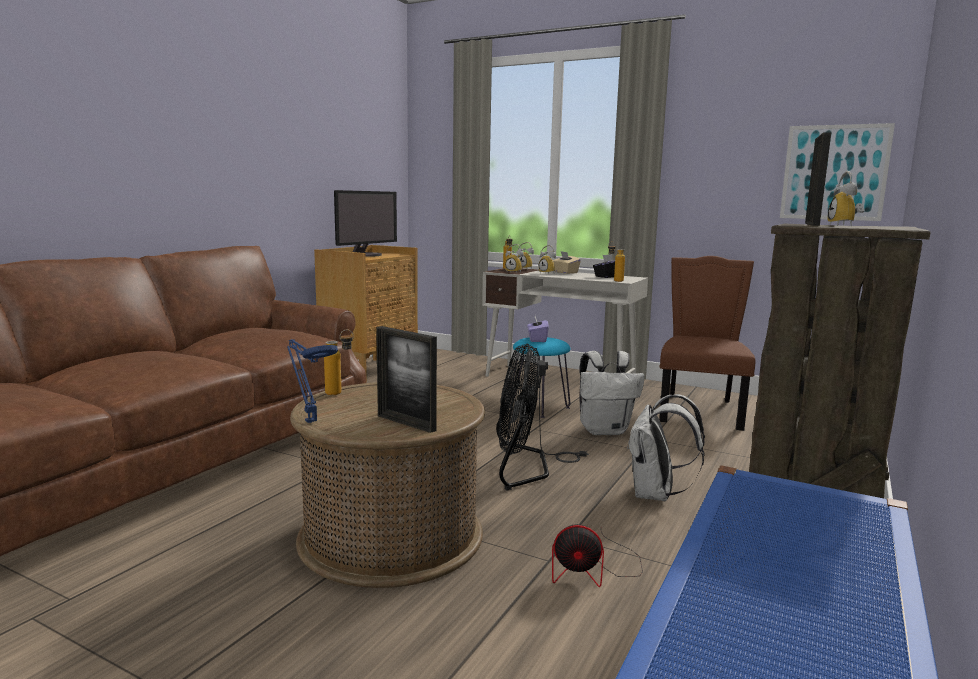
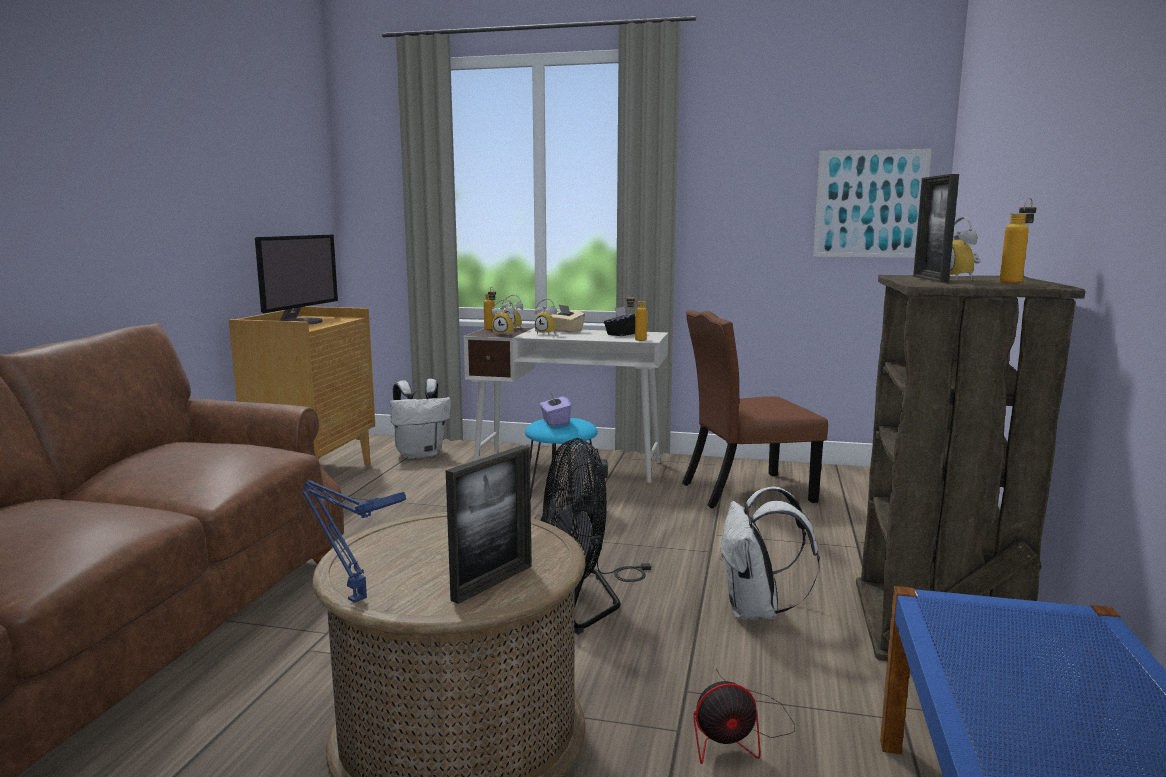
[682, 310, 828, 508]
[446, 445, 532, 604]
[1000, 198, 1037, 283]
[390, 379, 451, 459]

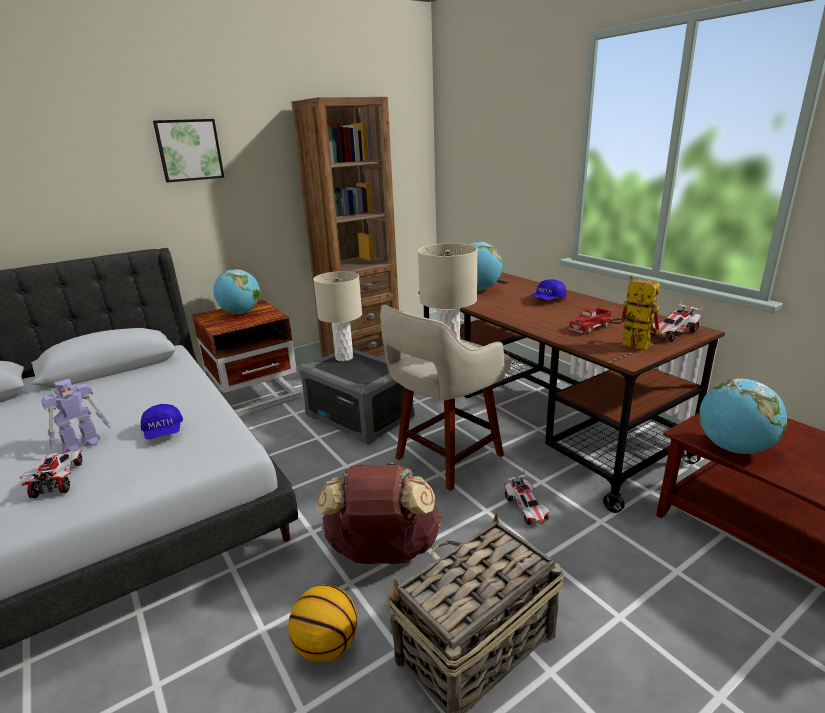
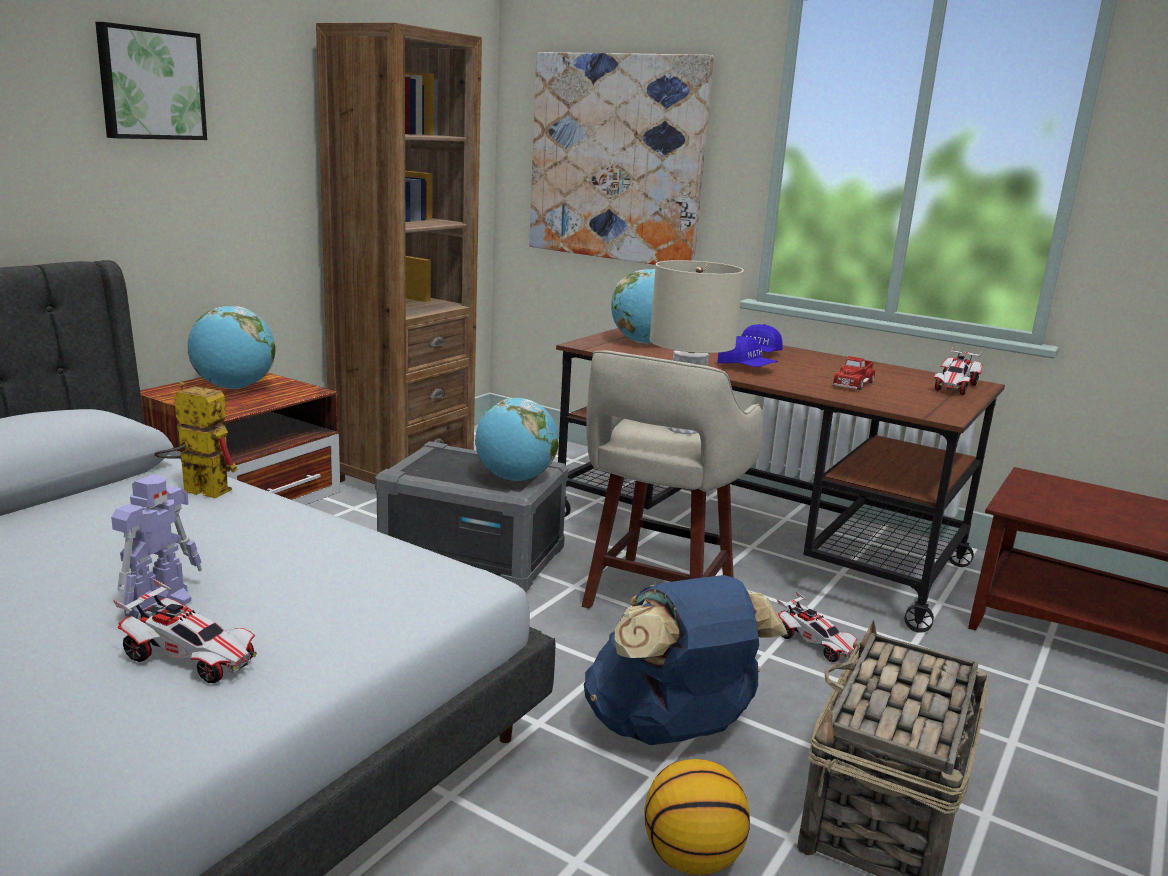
[313, 271, 362, 361] (first image)
[154, 382, 238, 499]
[475, 398, 558, 481]
[717, 336, 778, 367]
[113, 579, 257, 683]
[584, 575, 788, 745]
[529, 52, 714, 265]

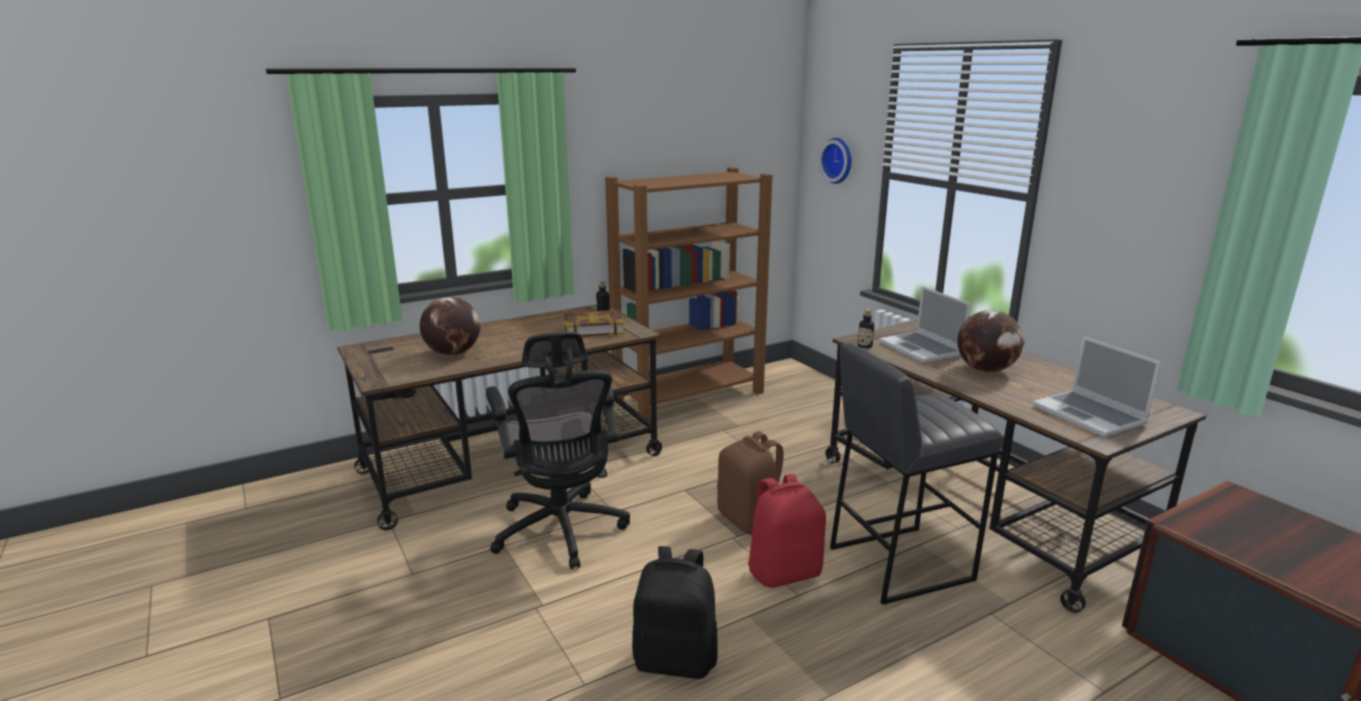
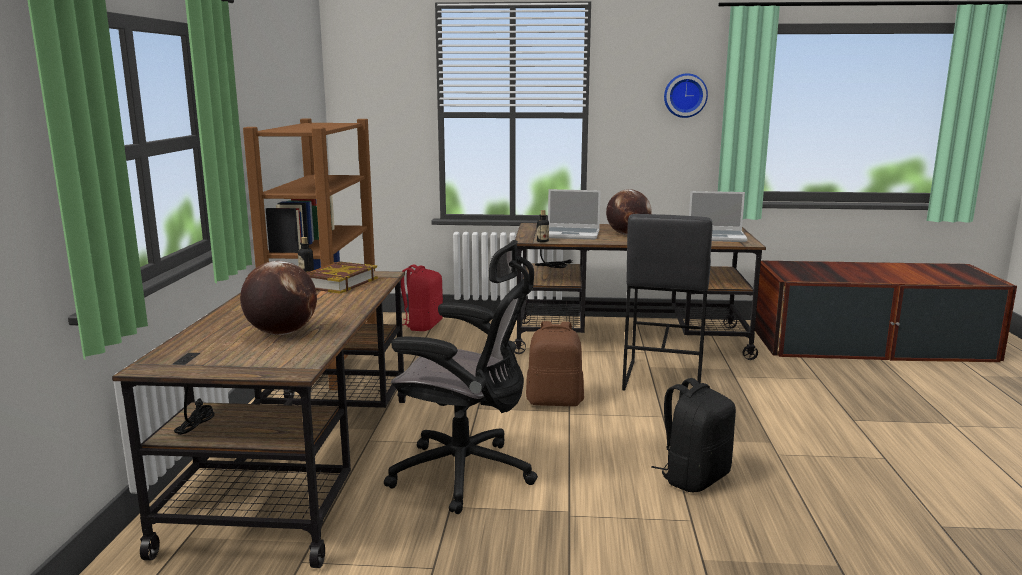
[664, 73, 708, 118]
[401, 265, 443, 331]

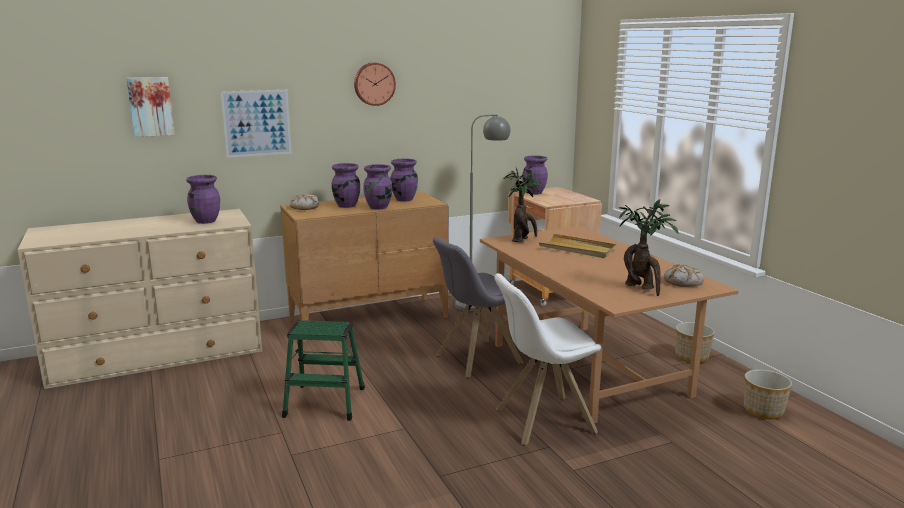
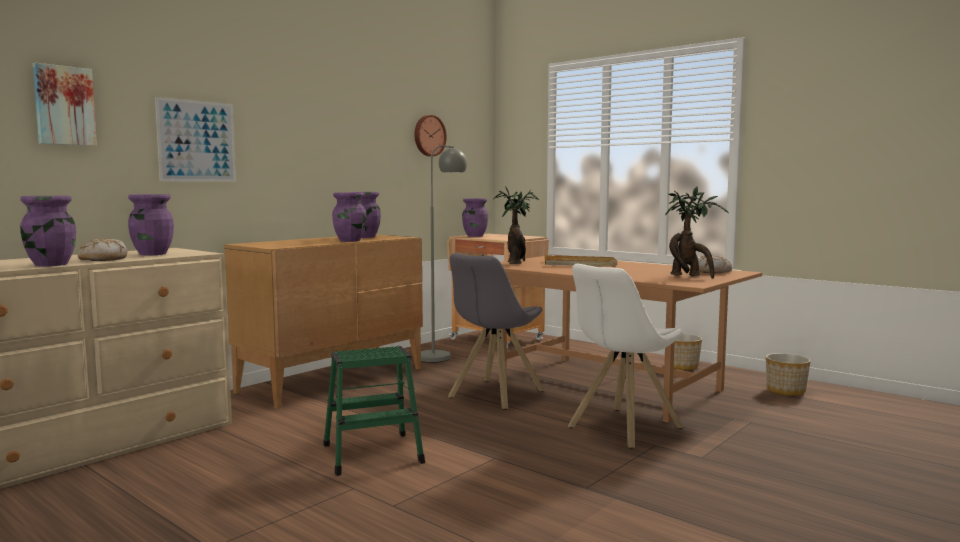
[414, 115, 447, 157]
[20, 196, 76, 267]
[78, 239, 127, 261]

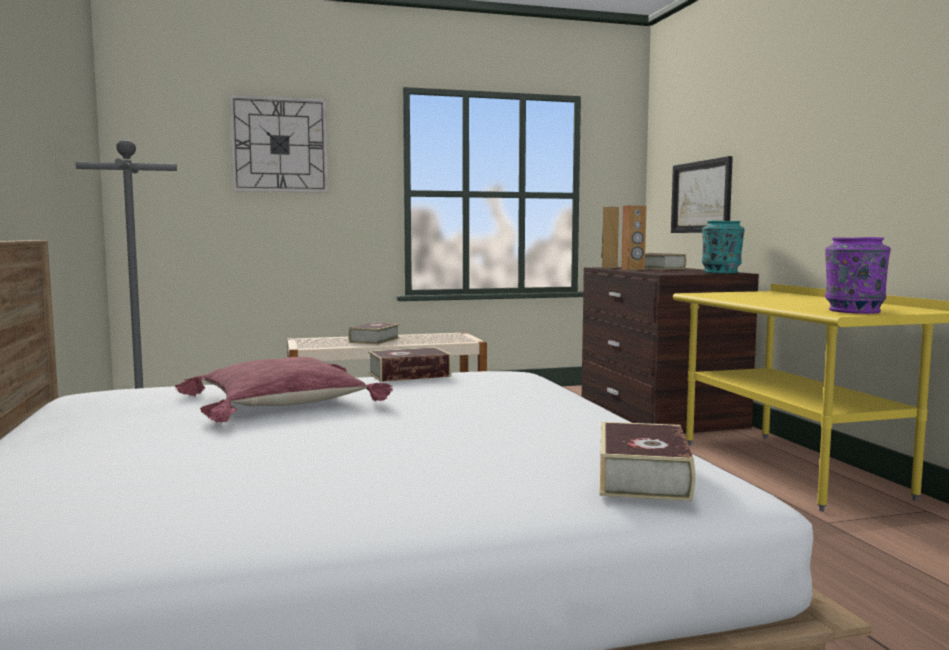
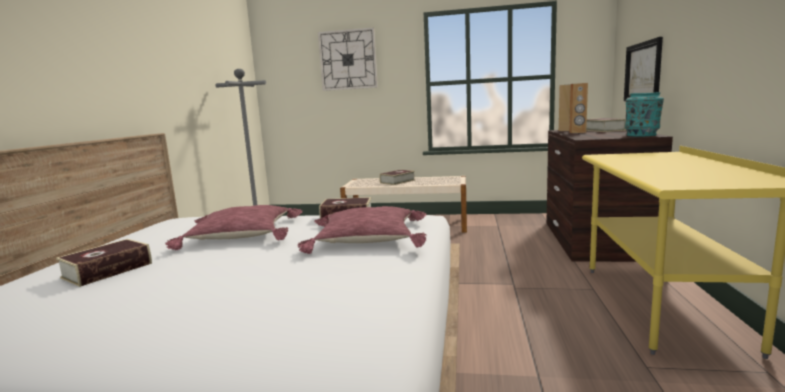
[825, 237, 891, 314] (first image)
[56, 239, 152, 287]
[298, 206, 427, 254]

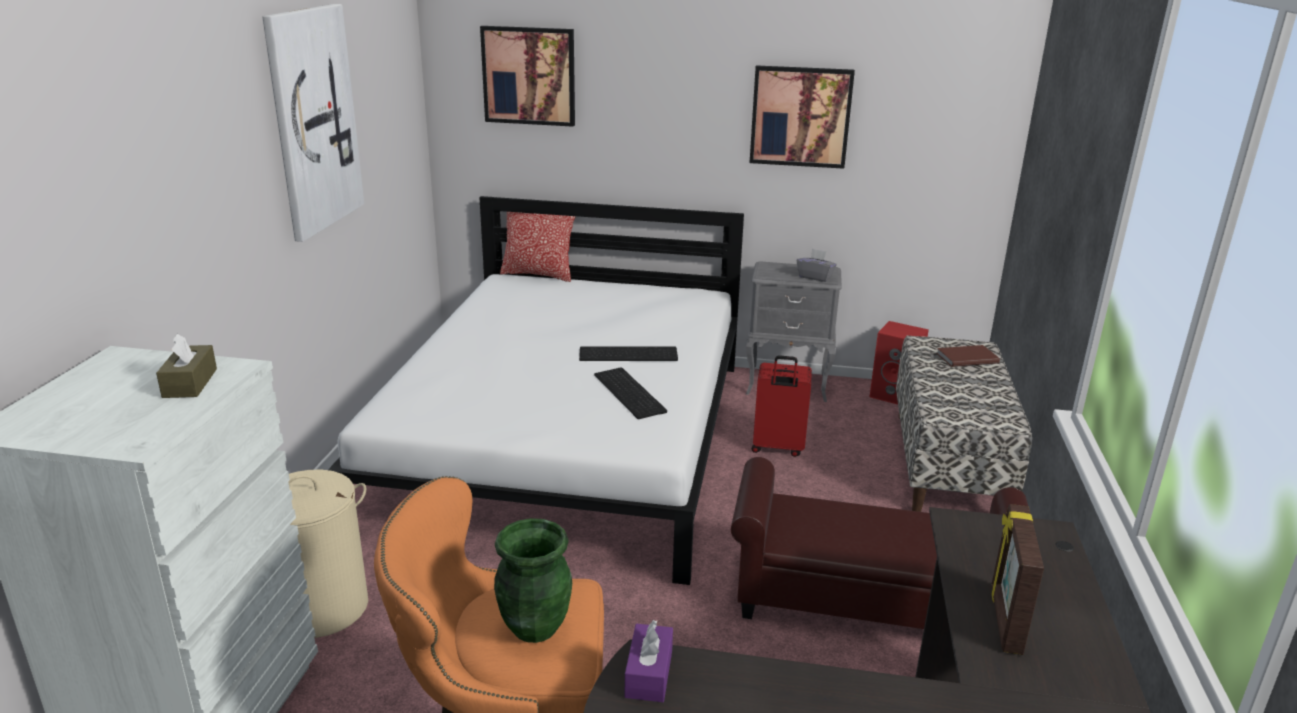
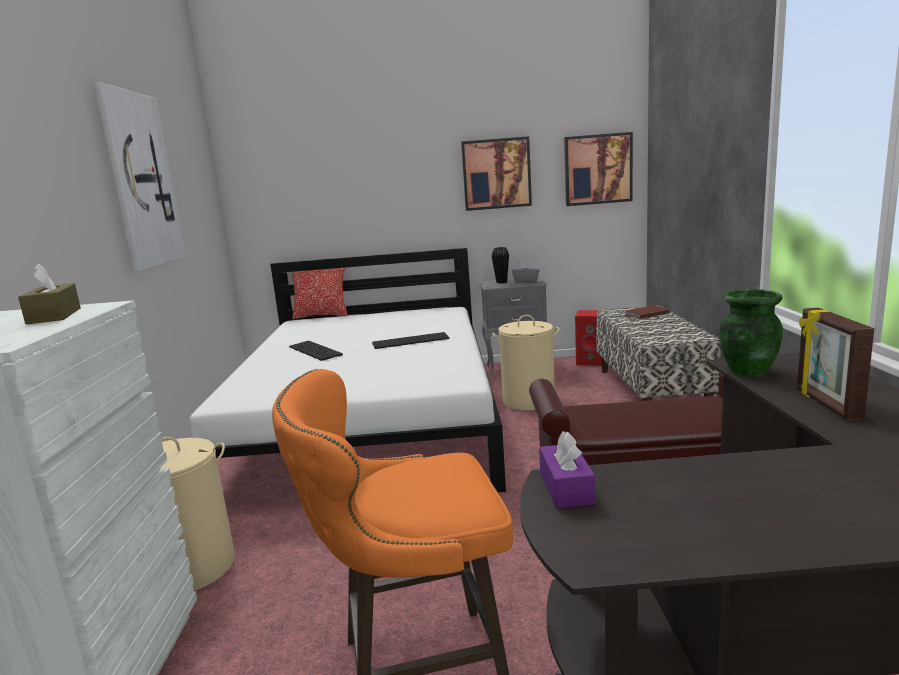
[564, 132, 633, 206]
[492, 315, 559, 411]
[289, 341, 343, 361]
[720, 289, 783, 377]
[492, 247, 509, 283]

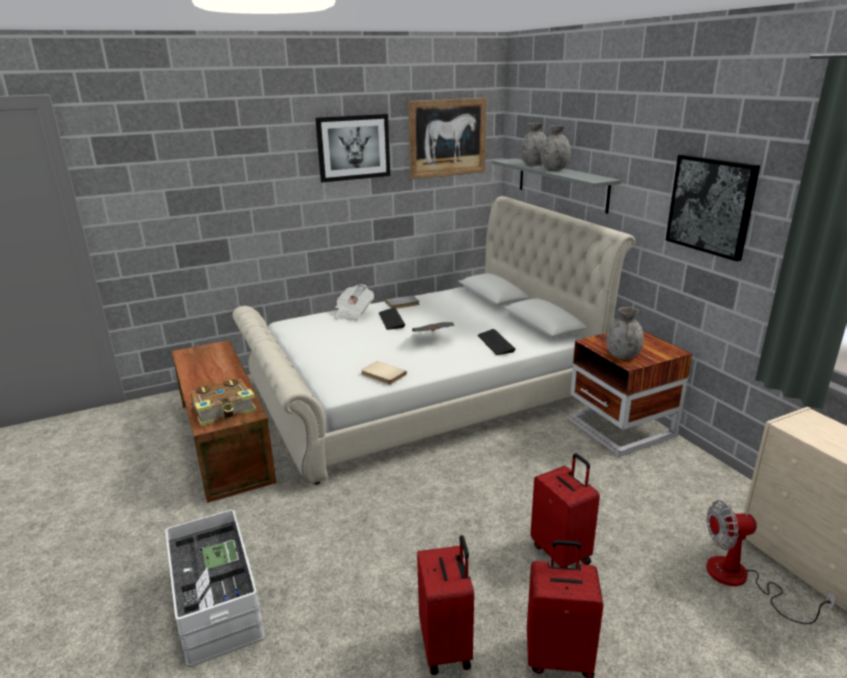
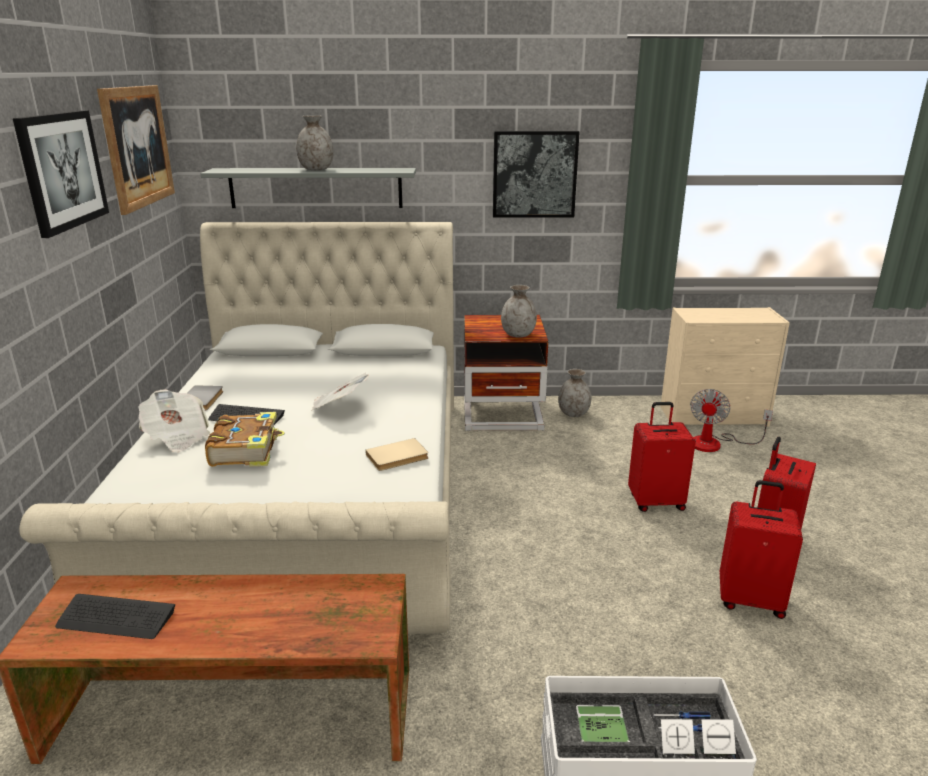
[558, 369, 591, 417]
[55, 594, 175, 639]
[205, 412, 285, 467]

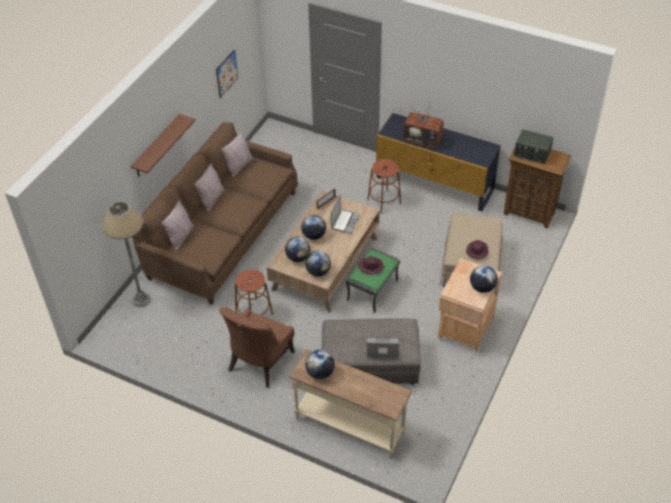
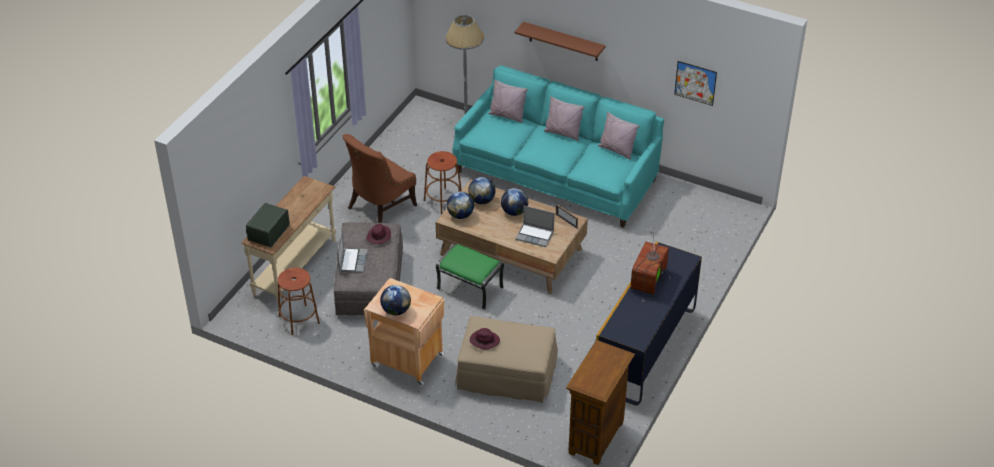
[452, 65, 664, 228]
[246, 203, 290, 247]
[278, 268, 320, 335]
[366, 224, 391, 245]
[342, 134, 417, 223]
[305, 350, 335, 379] (first image)

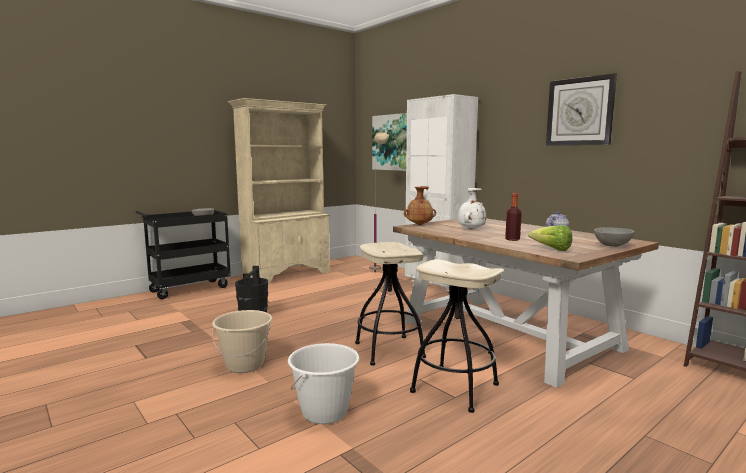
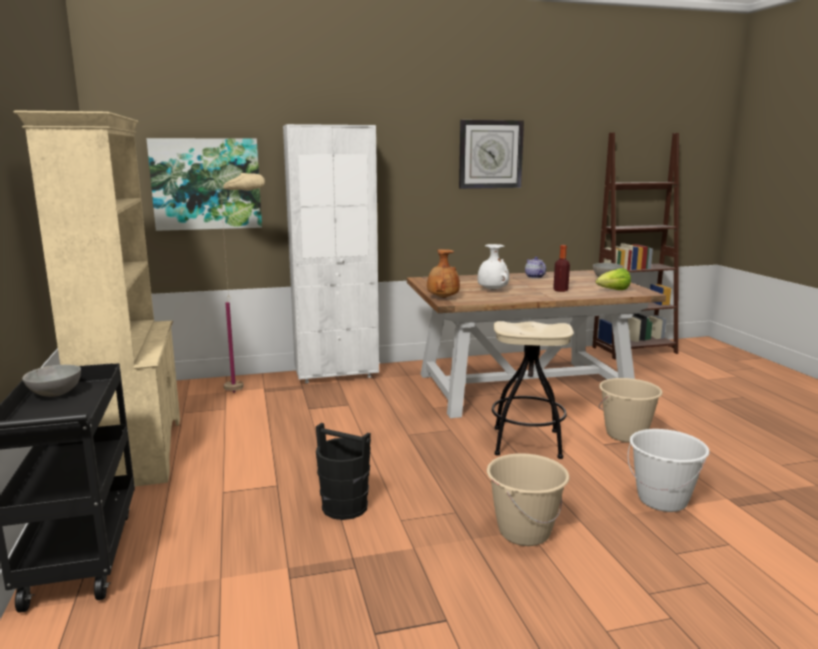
[599, 378, 663, 443]

